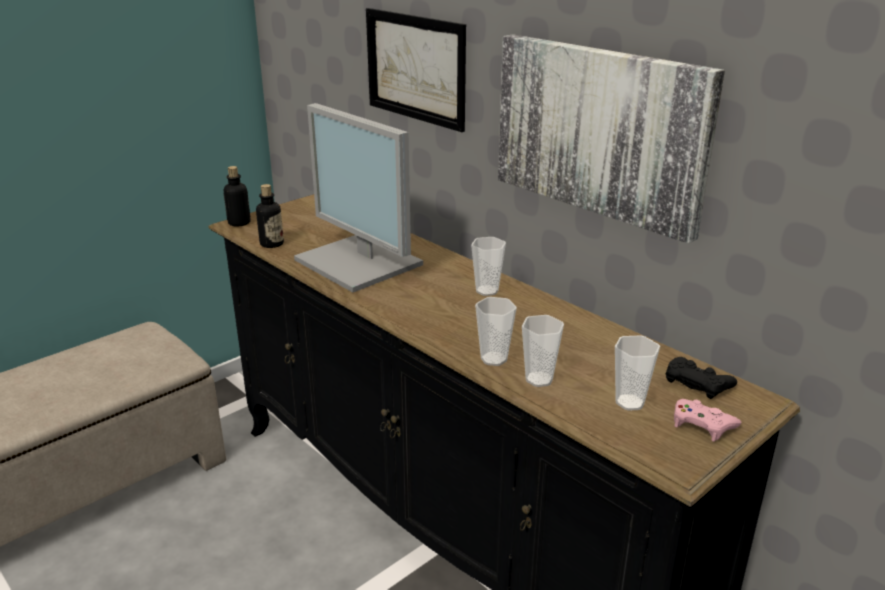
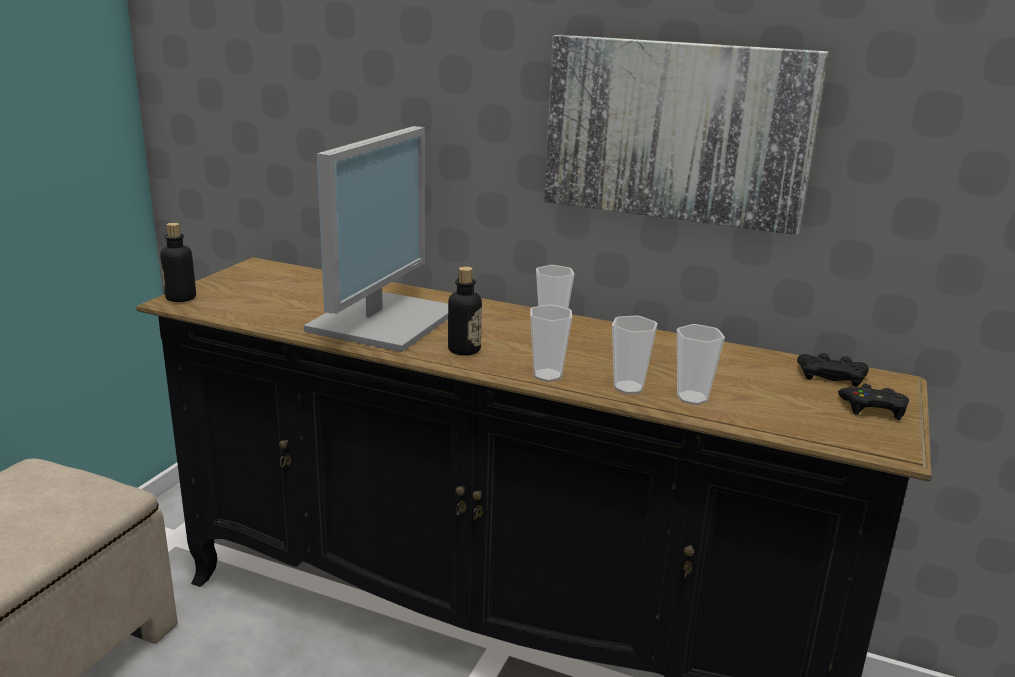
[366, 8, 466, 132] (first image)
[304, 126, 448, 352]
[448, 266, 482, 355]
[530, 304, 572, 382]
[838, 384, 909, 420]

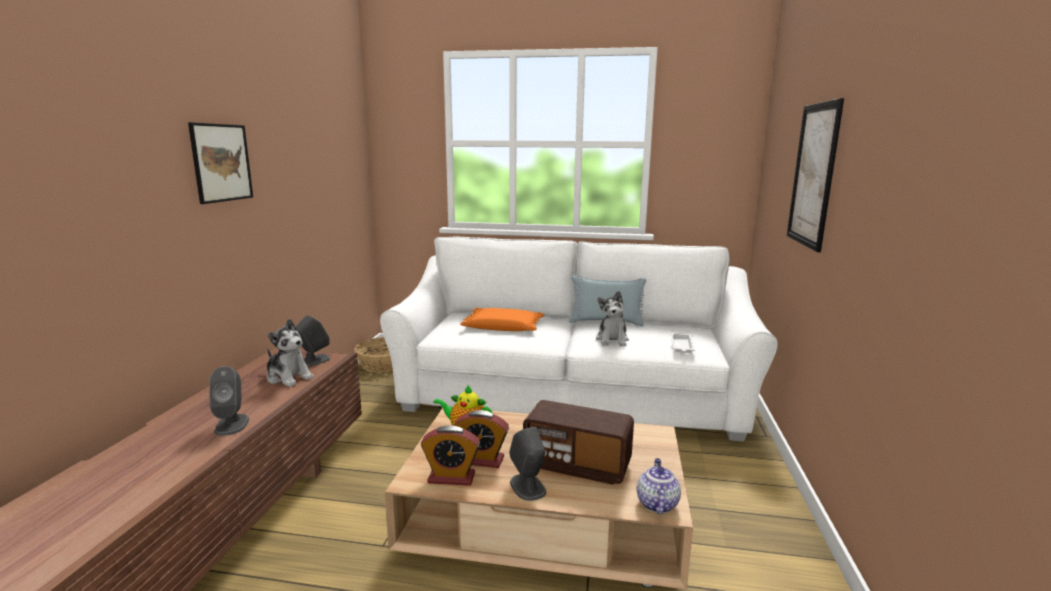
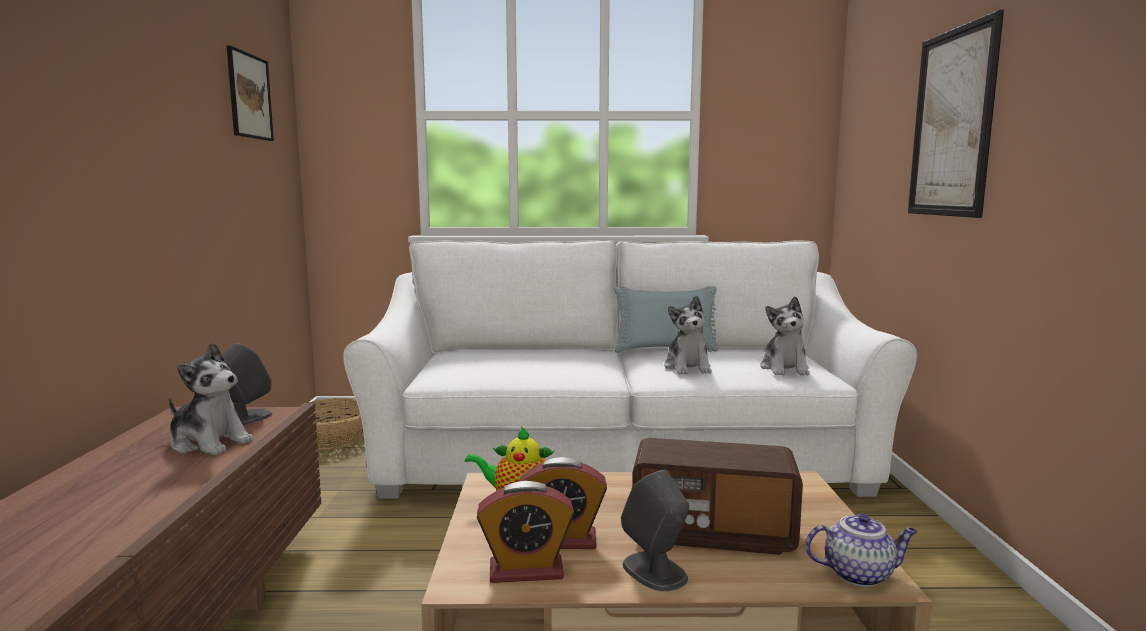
[226, 45, 274, 141]
[460, 308, 544, 331] (first image)
[760, 296, 810, 375]
[209, 366, 249, 436] (first image)
[805, 513, 918, 587]

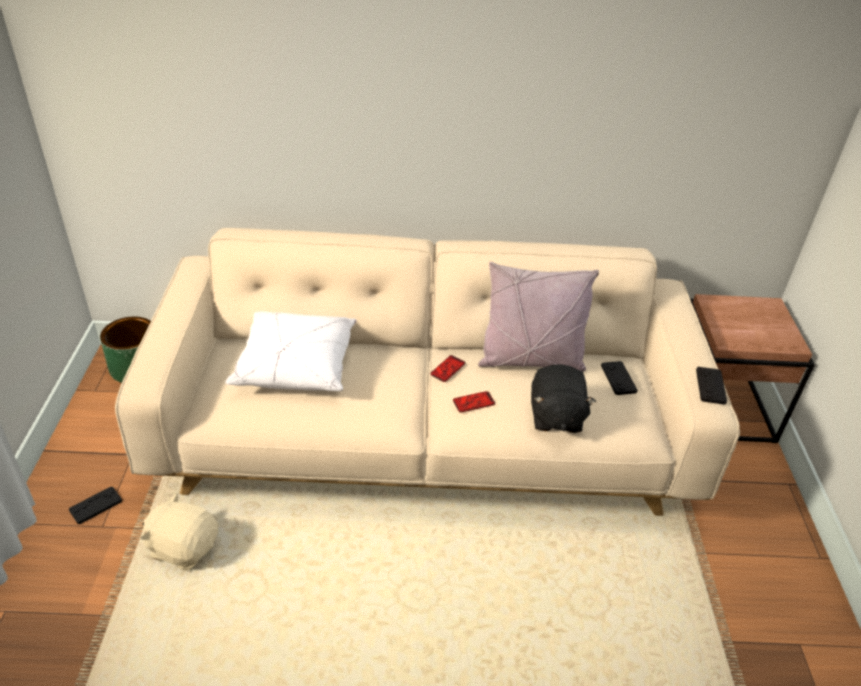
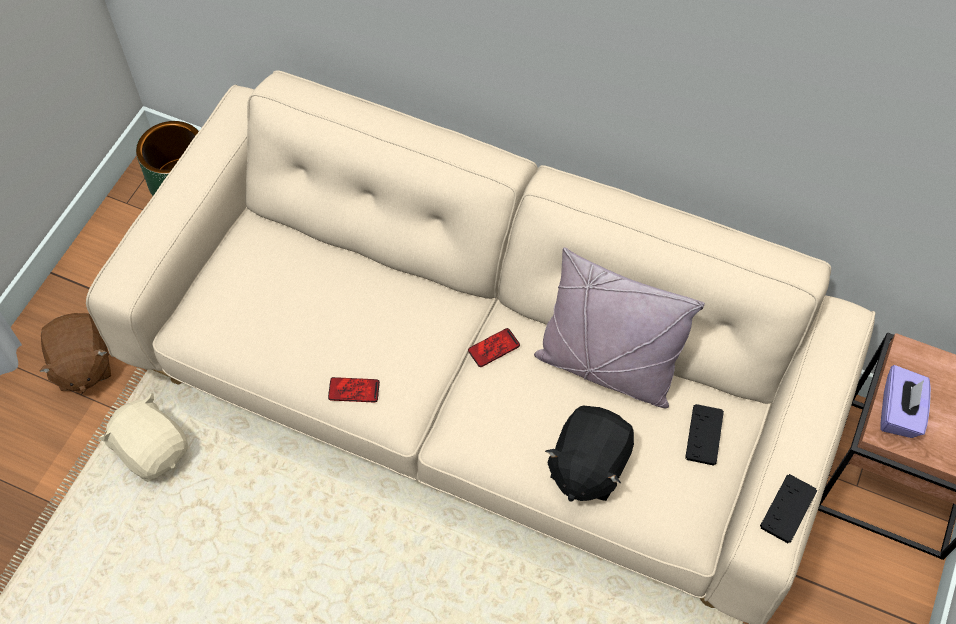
[225, 311, 357, 391] (first image)
[328, 377, 380, 402]
[39, 313, 111, 392]
[880, 365, 931, 438]

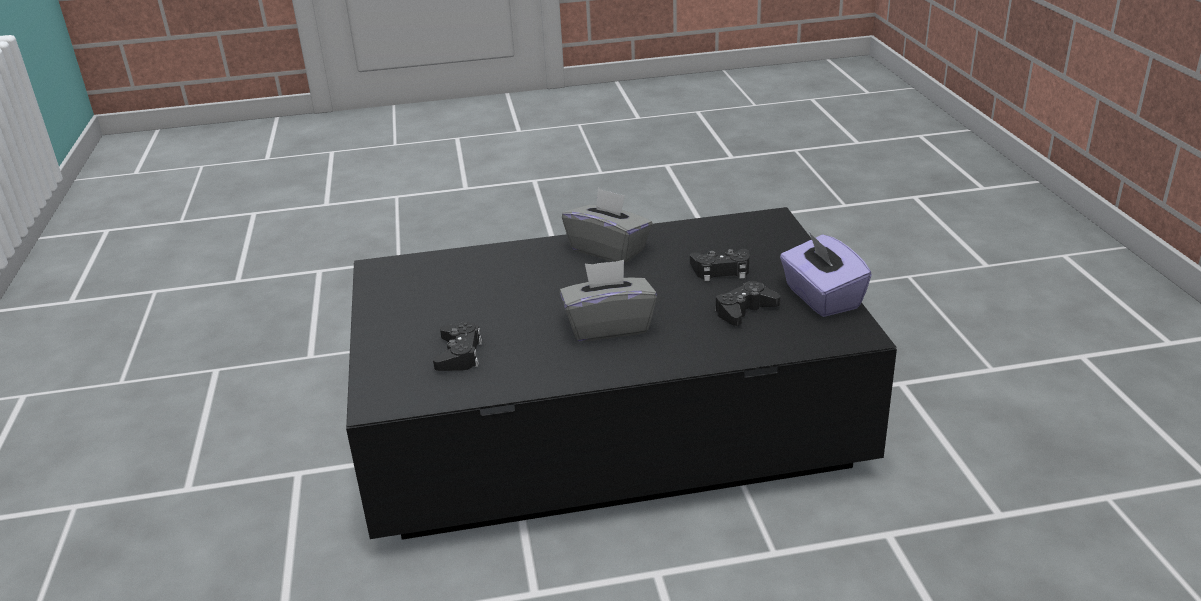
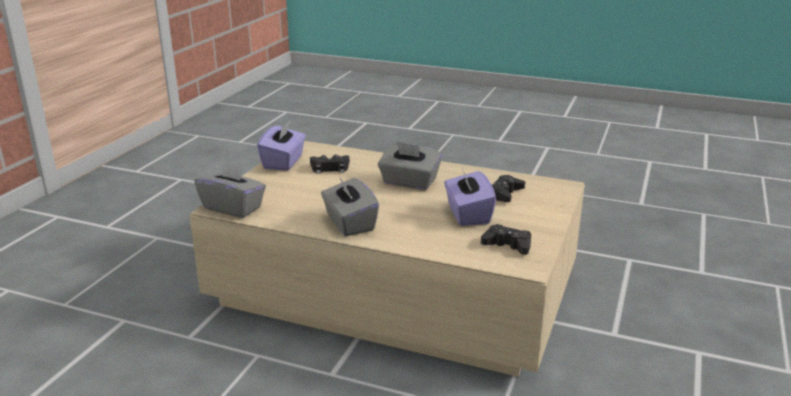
[189, 141, 585, 377]
[481, 224, 531, 255]
[194, 160, 266, 218]
[444, 165, 496, 226]

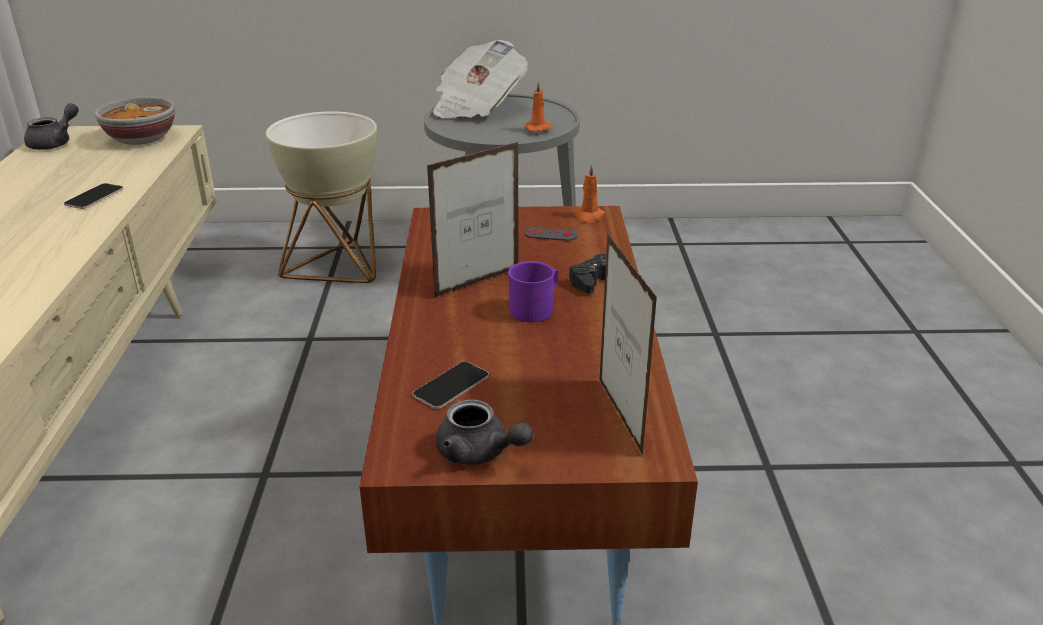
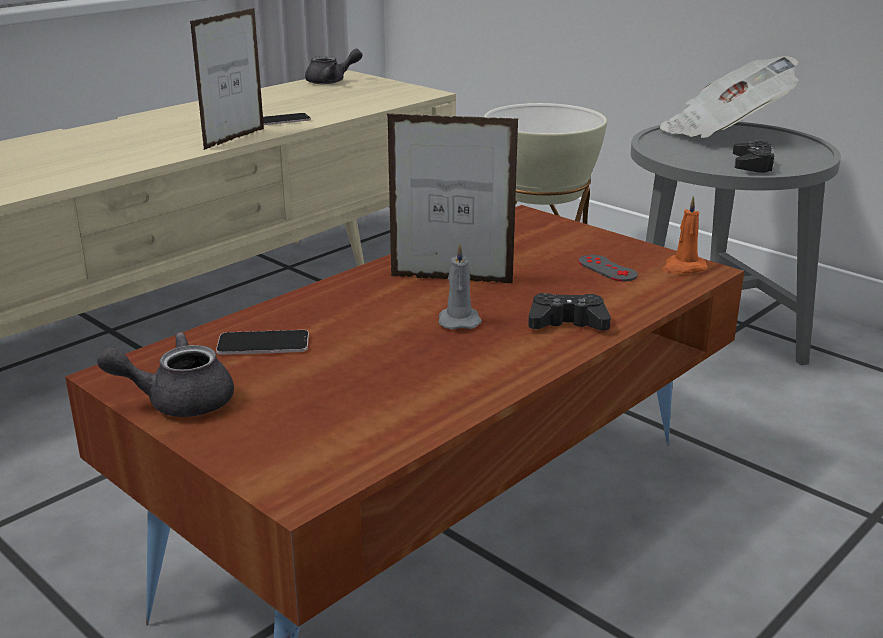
[733, 140, 775, 173]
[95, 97, 175, 145] (first image)
[190, 8, 264, 150]
[438, 243, 482, 329]
[97, 332, 234, 417]

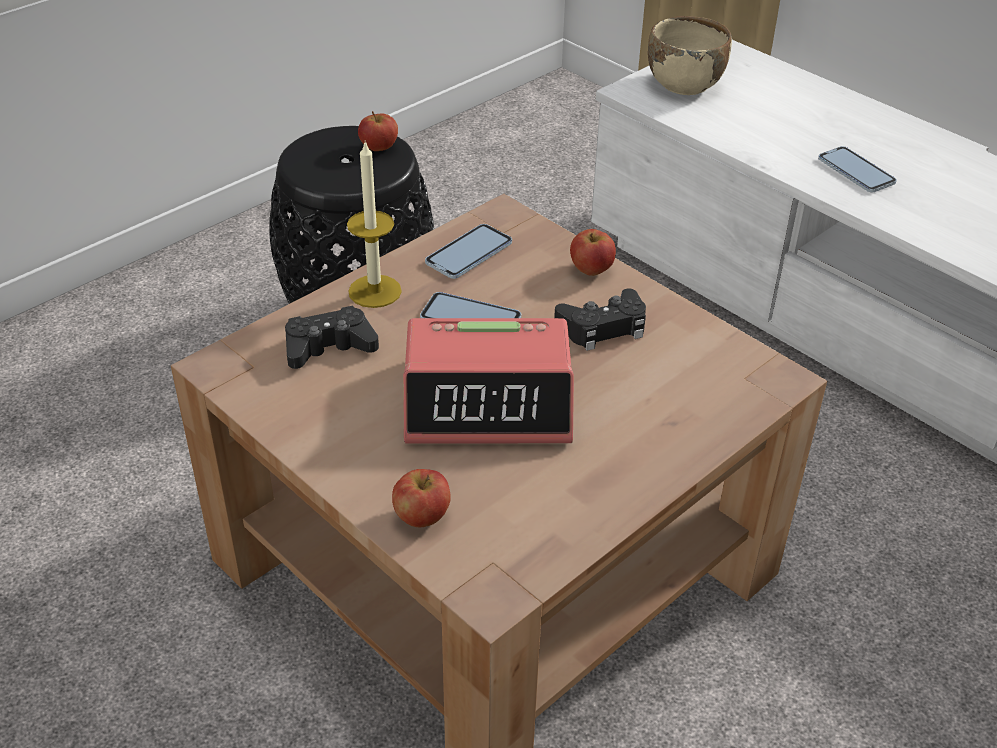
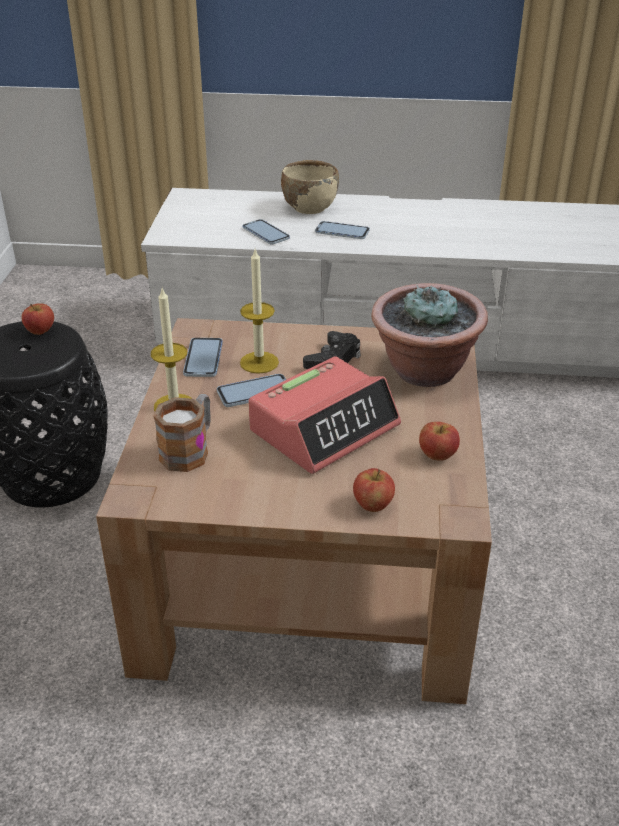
[281, 160, 339, 214]
[419, 422, 460, 461]
[153, 394, 211, 472]
[242, 219, 290, 244]
[240, 249, 279, 374]
[371, 283, 488, 387]

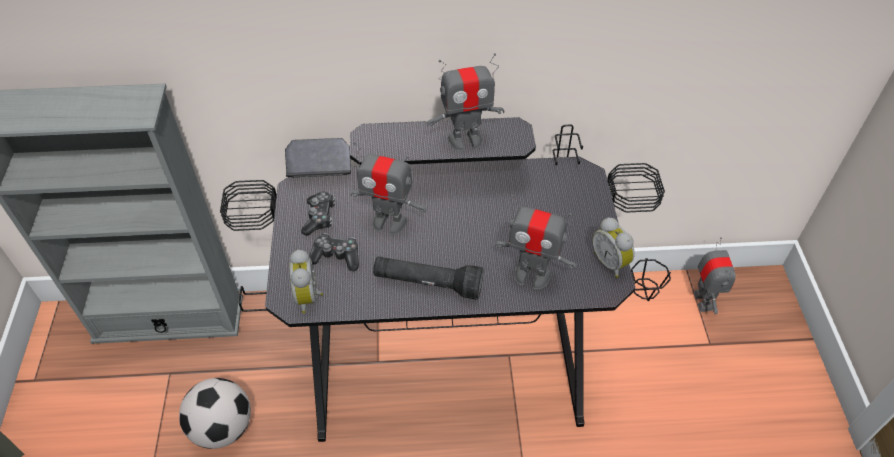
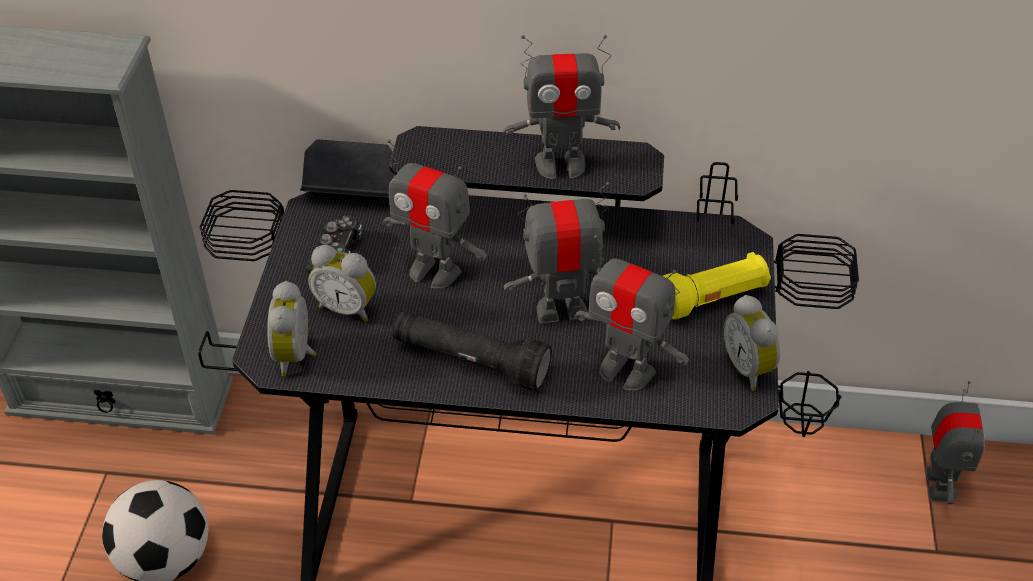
[308, 245, 376, 322]
[504, 182, 610, 323]
[663, 252, 771, 320]

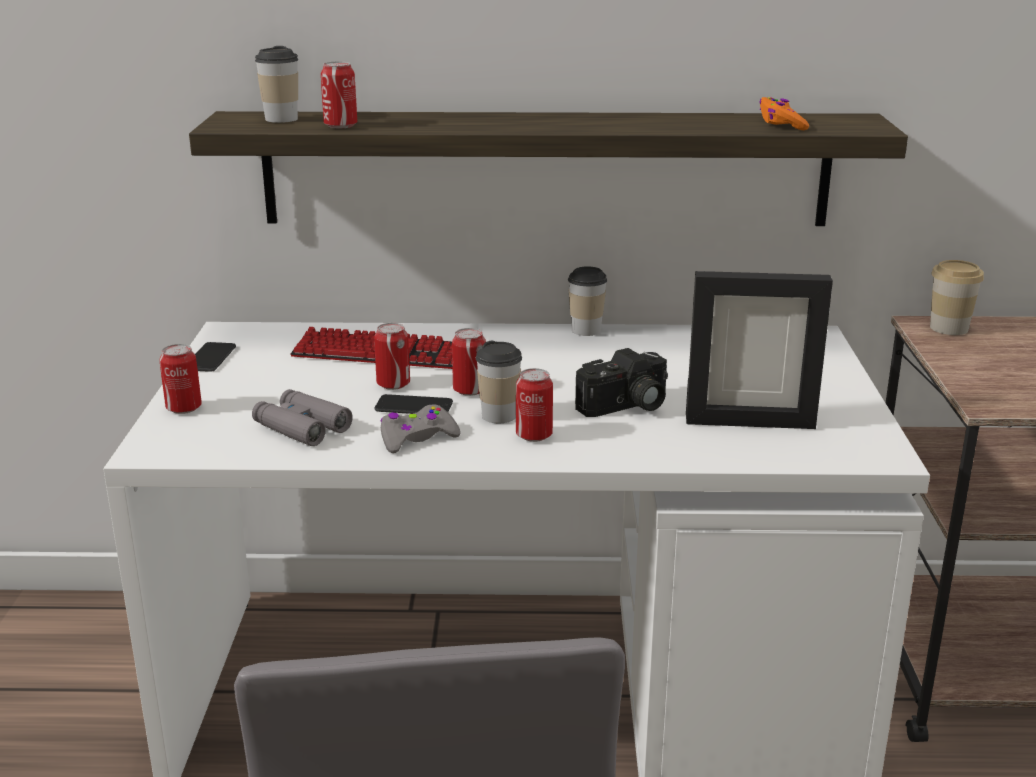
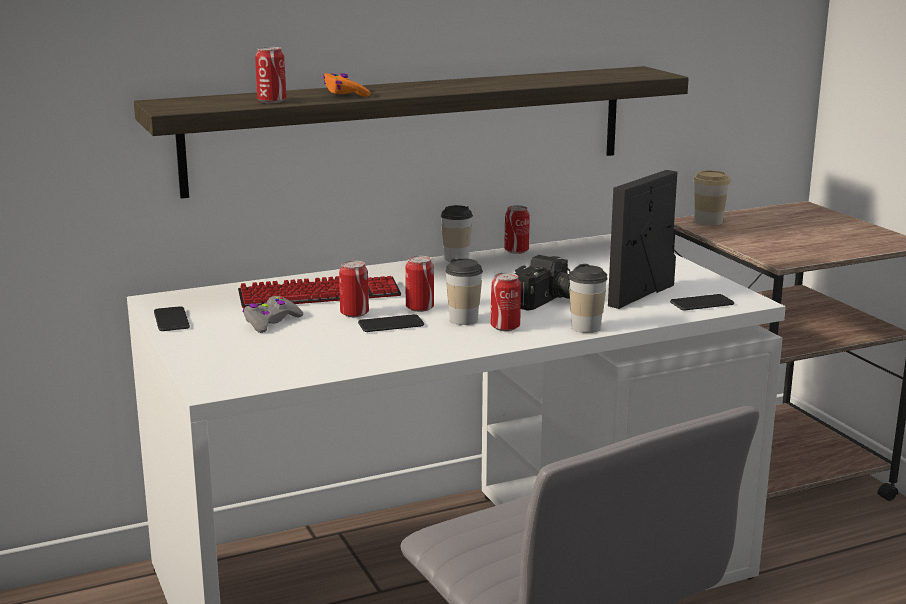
[569, 264, 608, 333]
[323, 73, 371, 97]
[608, 170, 677, 309]
[504, 205, 530, 254]
[252, 389, 353, 446] (first image)
[243, 296, 303, 333]
[670, 294, 734, 310]

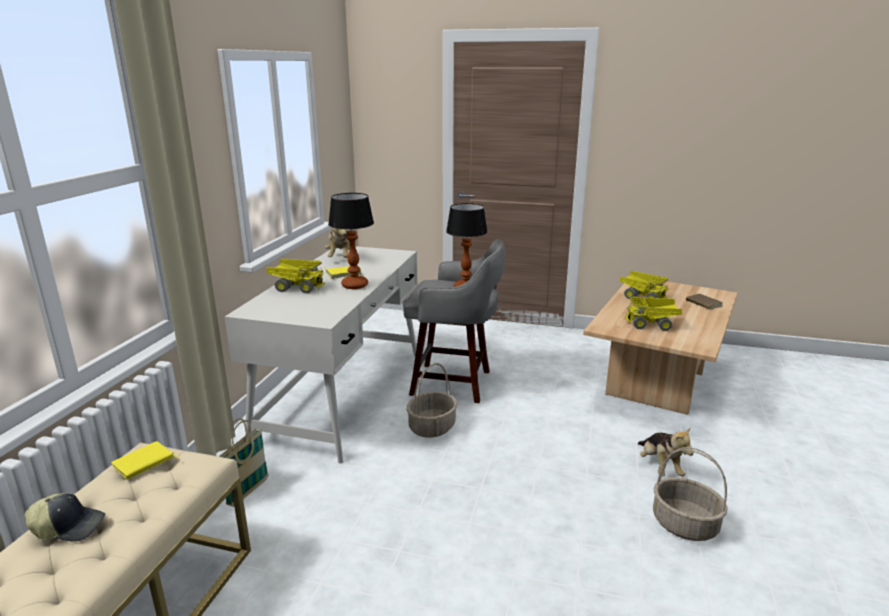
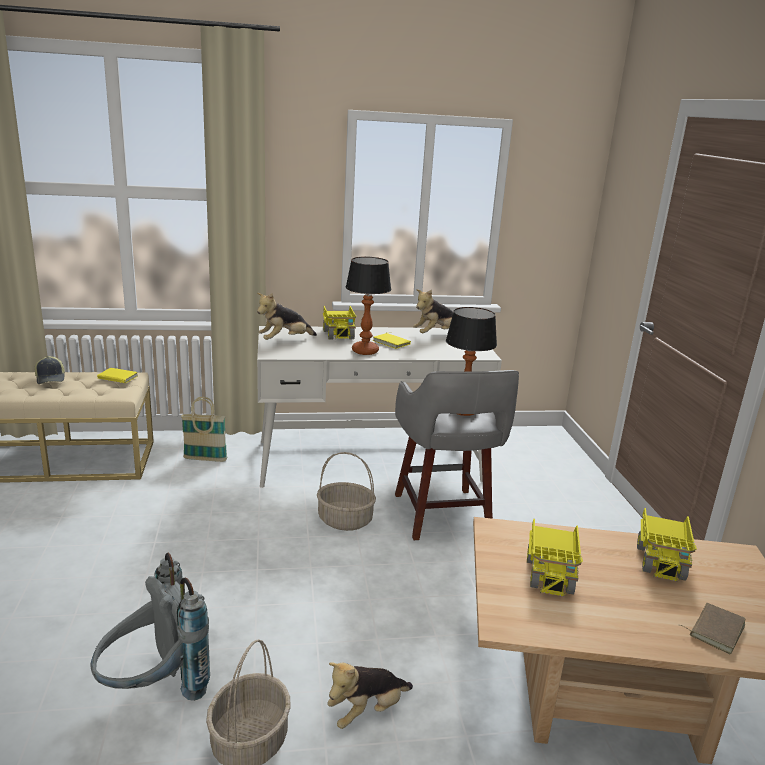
[527, 519, 583, 597]
[257, 293, 317, 340]
[90, 553, 210, 701]

